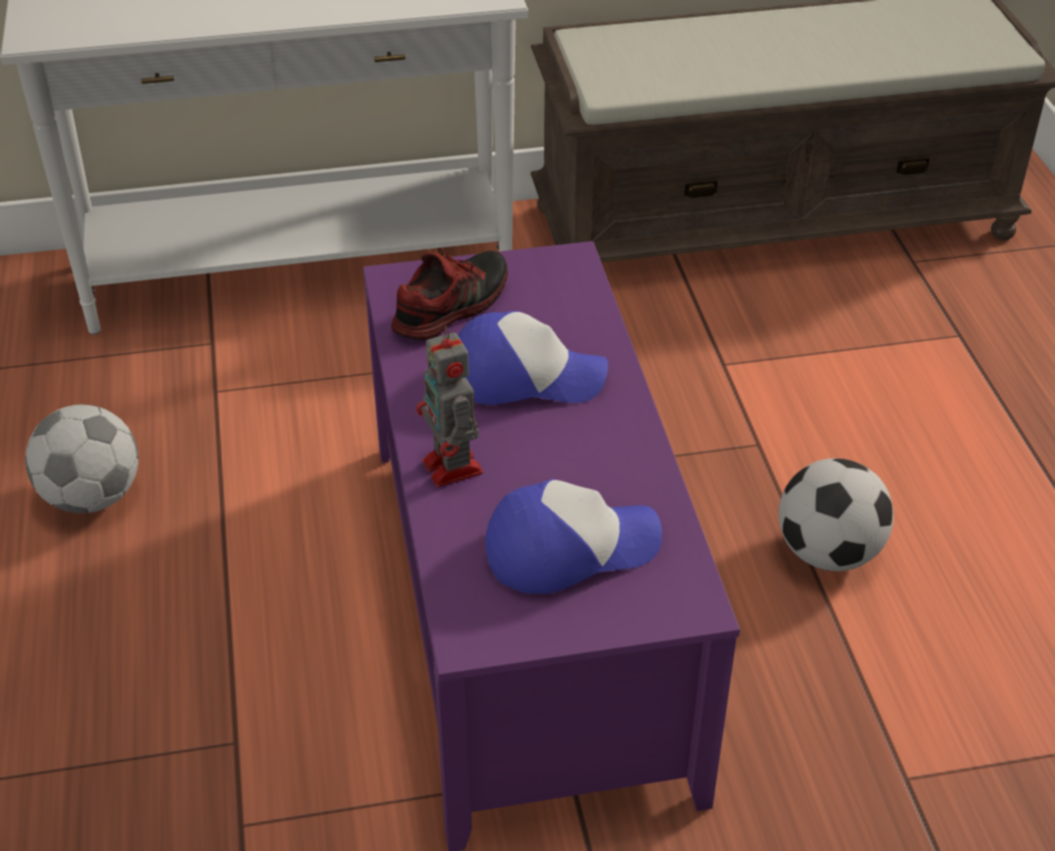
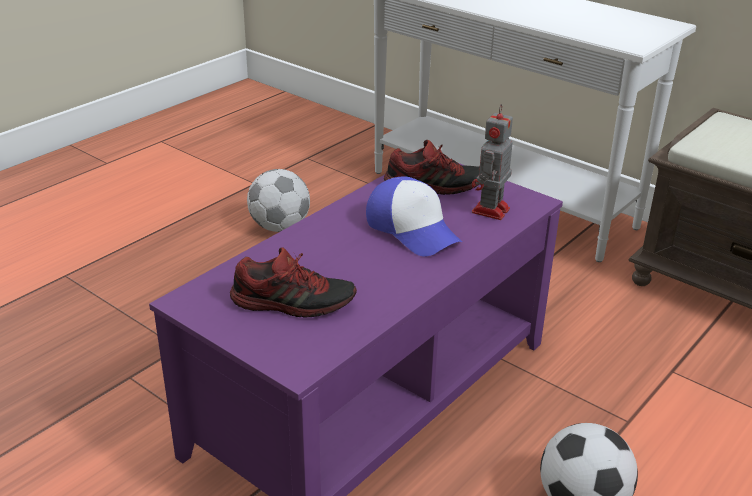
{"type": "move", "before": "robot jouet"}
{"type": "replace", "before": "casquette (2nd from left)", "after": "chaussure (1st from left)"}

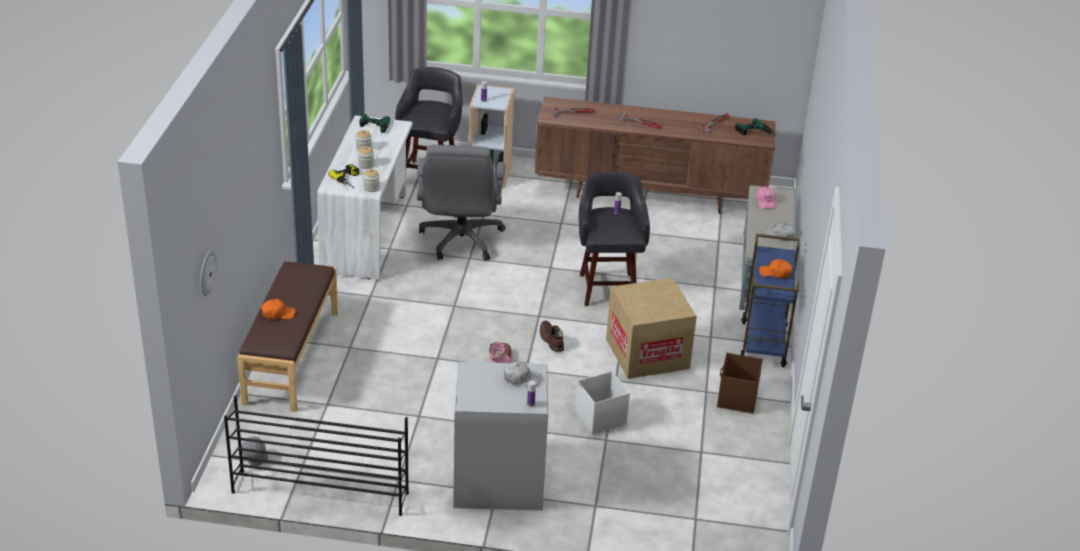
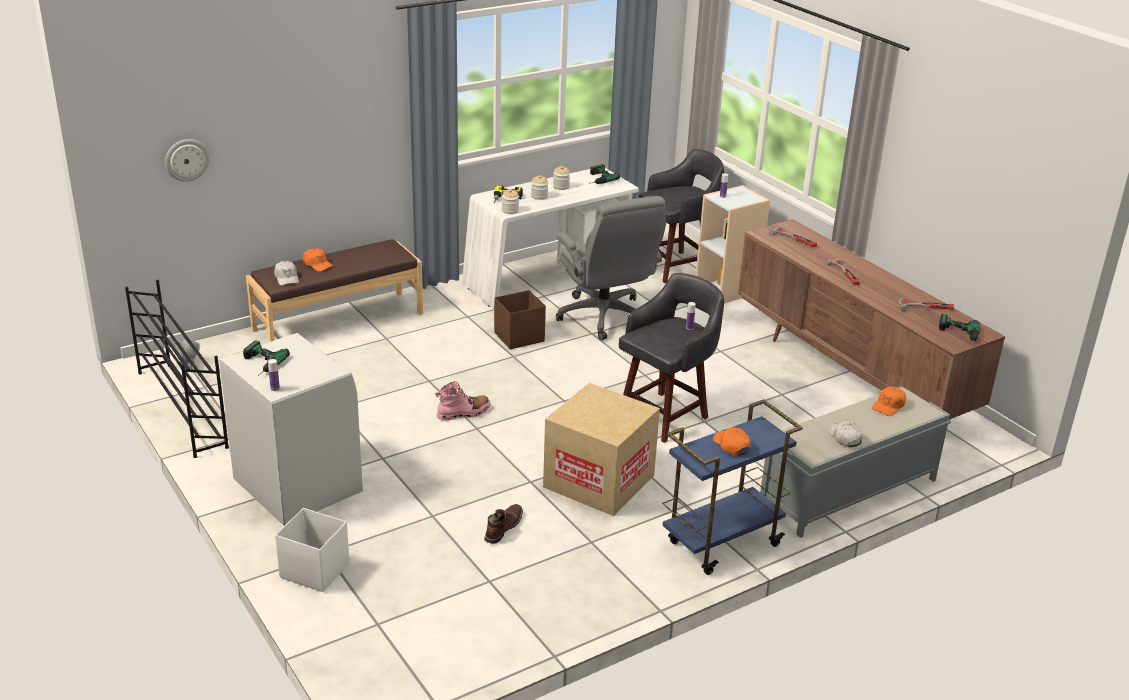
{"type": "rotate", "before": "chaise de bureau (gris)", "turn": -75}
{"type": "recolor", "before": "casquette (rose)", "after": "casquette (orange) (3rd from left)"}
{"type": "move", "before": "botte (marron)"}
{"type": "move", "before": "boîte de rangement (marron)"}
{"type": "move", "before": "casquette (blanc) (1st from left)"}
{"type": "move", "before": "boîte de rangement (blanc)"}
{"type": "insert", "after": "perceuse (1st from left)"}

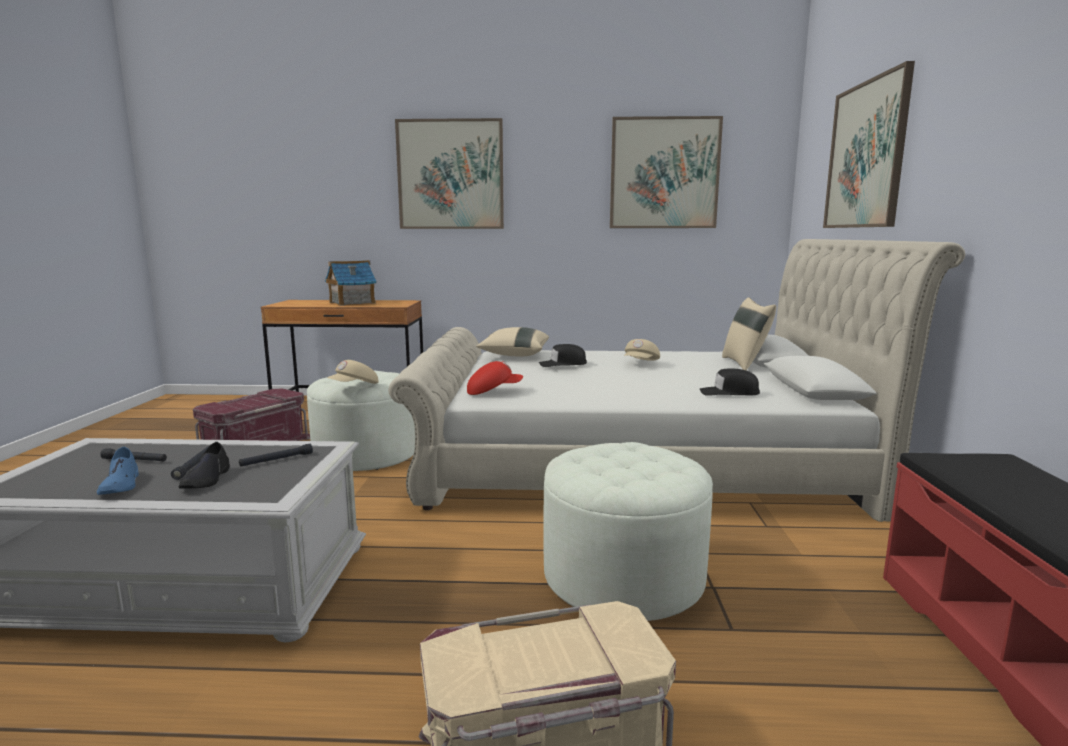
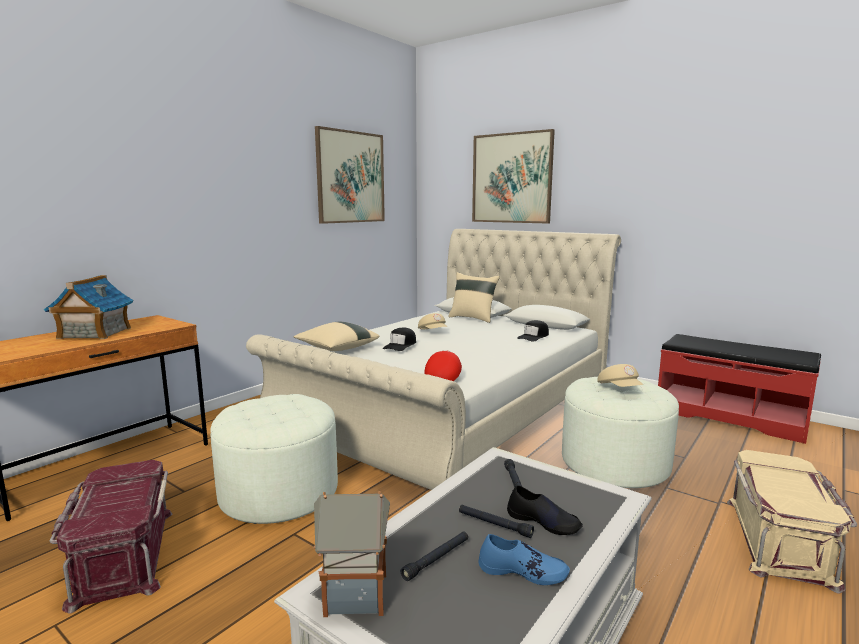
{"type": "delete", "before": "tableau (1st from left)"}
{"type": "move", "before": "casquette (beige) (1st from left in the first image)", "after": "casquette (beige) (2nd from left)"}
{"type": "insert", "after": "maison miniature (2nd from left)"}

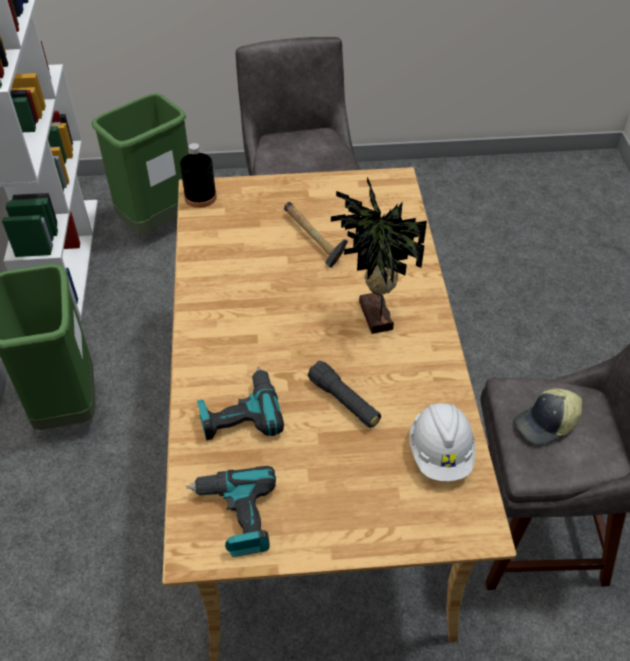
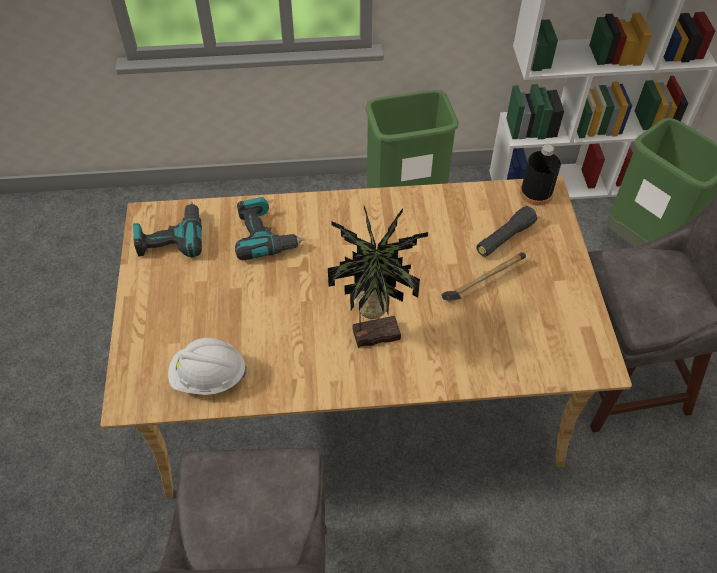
{"type": "move", "before": "lampe de poche (noir)"}
{"type": "delete", "before": "casquette"}

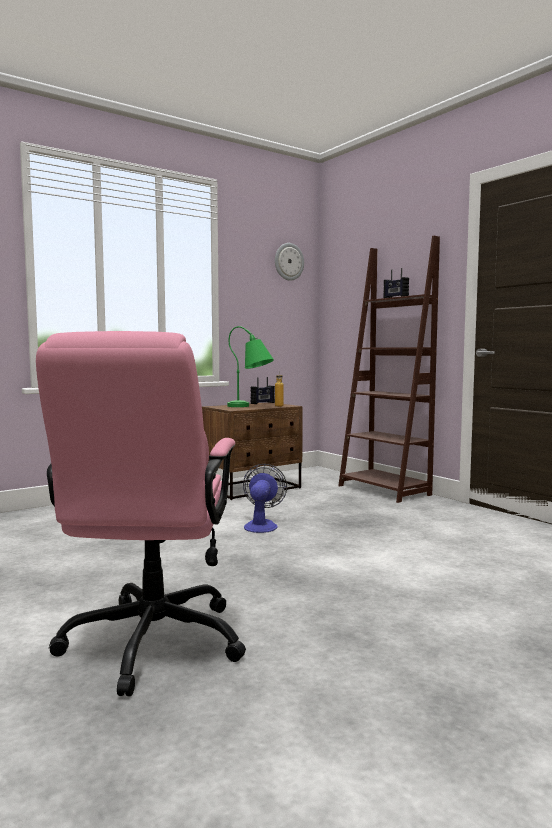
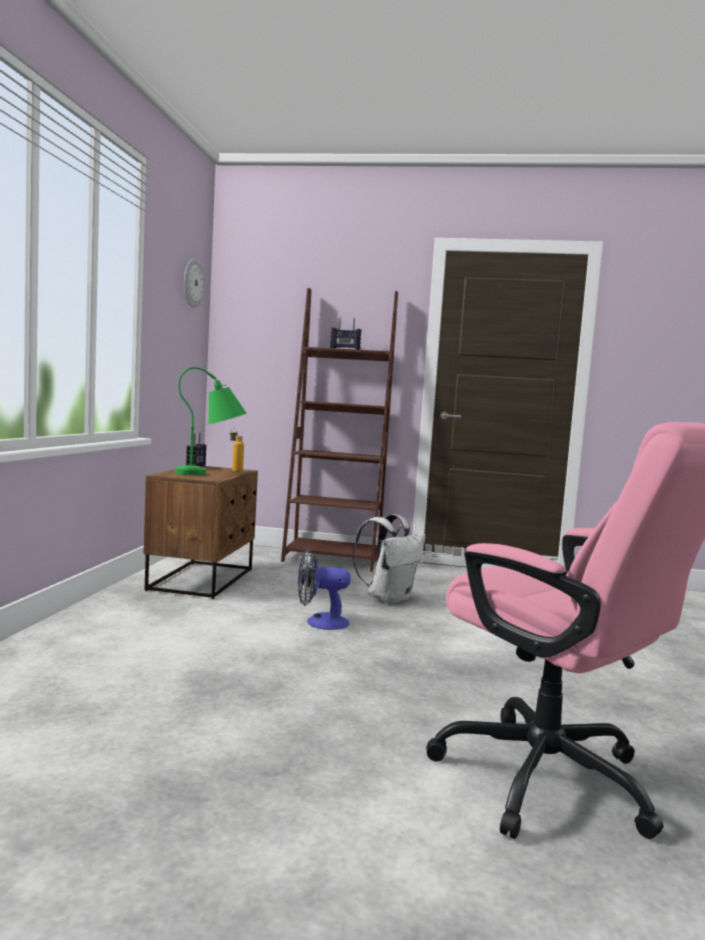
{"type": "rotate", "before": "ventilateur", "turn": -60}
{"type": "insert", "after": "sac à dos (blanc)"}

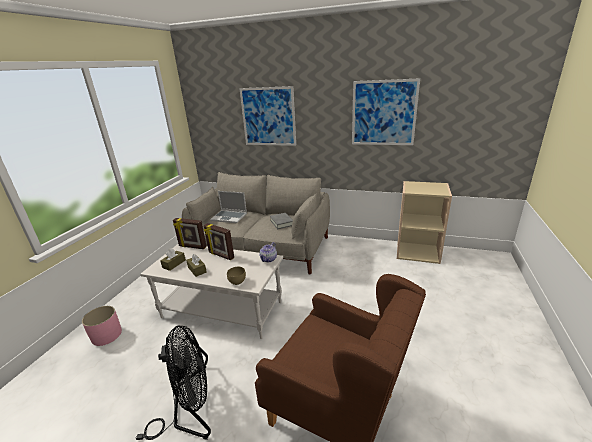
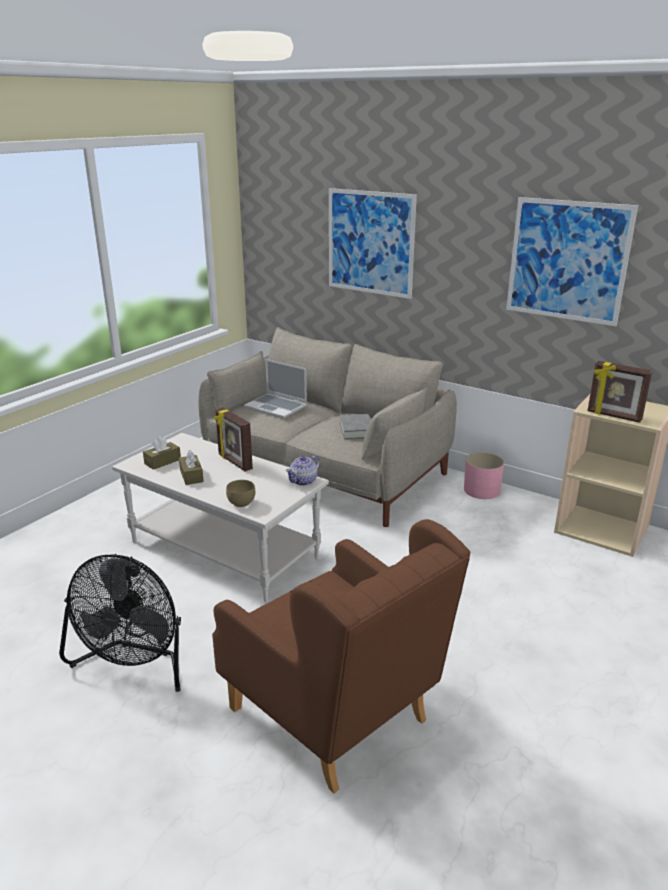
{"type": "move", "before": "cadre photo (1st from left in the first image)", "after": "cadre photo (2nd from left)"}
{"type": "move", "before": "cache-pot (rose)"}
{"type": "rotate", "before": "ventilateur (noir)", "turn": 105}

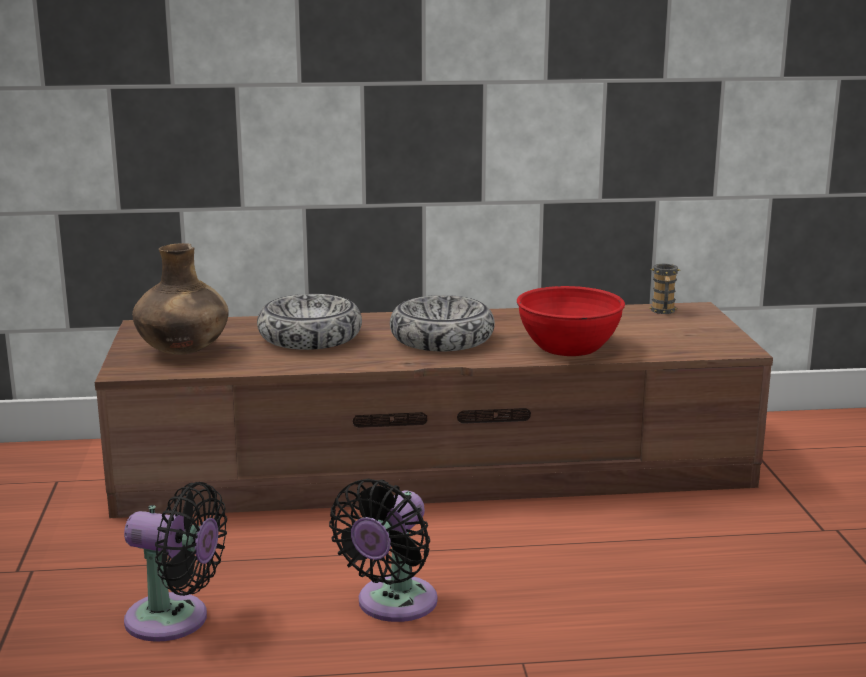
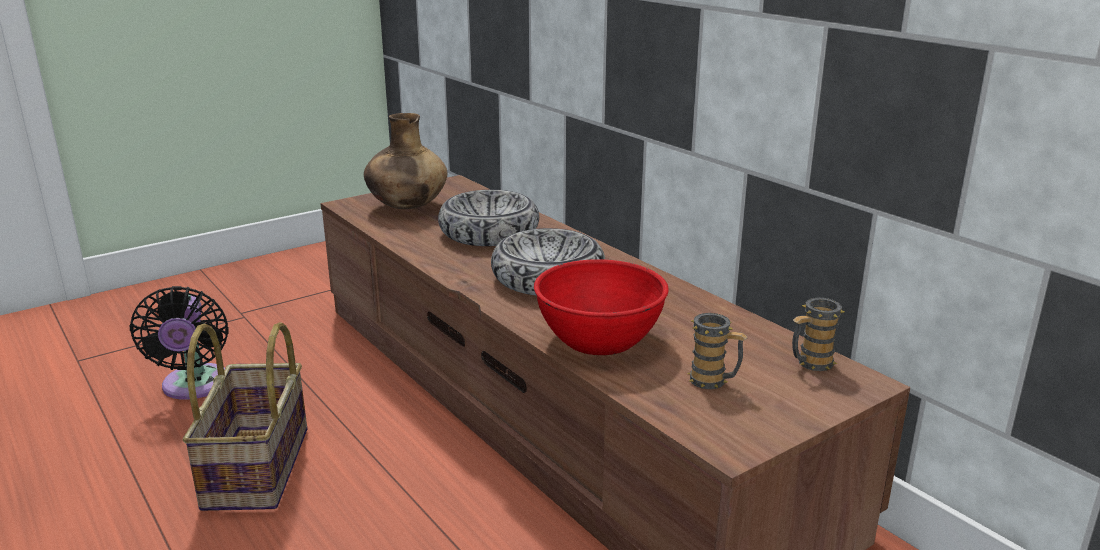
{"type": "replace", "before": "ventilateur (noir) (2nd from left)", "after": "panier"}
{"type": "insert", "after": "mug (1st from left)"}

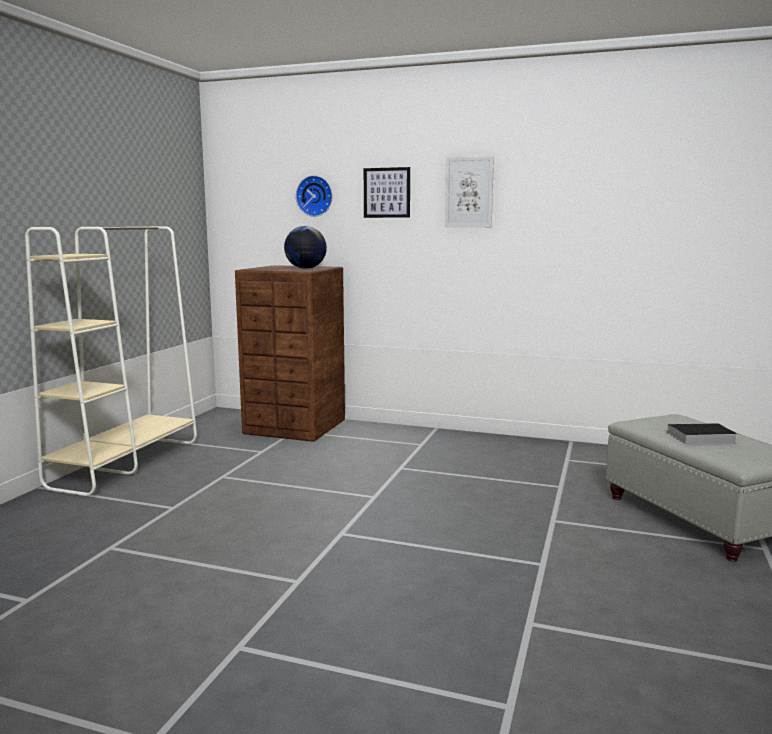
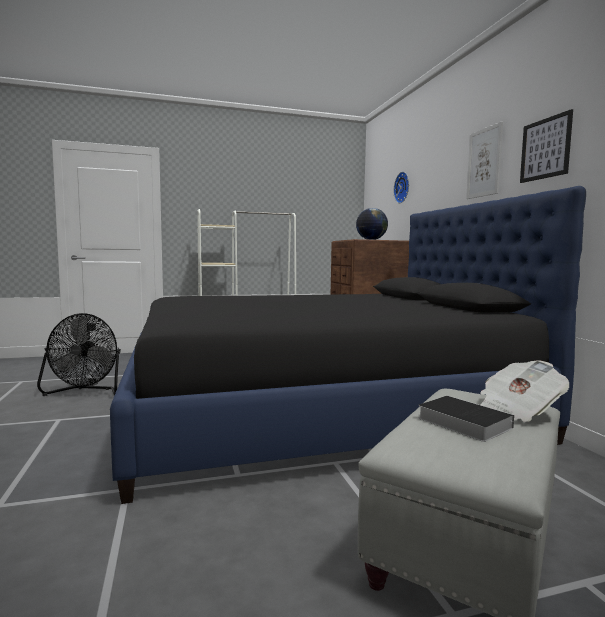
{"type": "move", "before": "tableau (1st from left in the first image)", "after": "tableau (2nd from left)"}
{"type": "insert", "after": "lit (noir)"}
{"type": "insert", "after": "ventilateur (noir)"}
{"type": "insert", "after": "journal"}

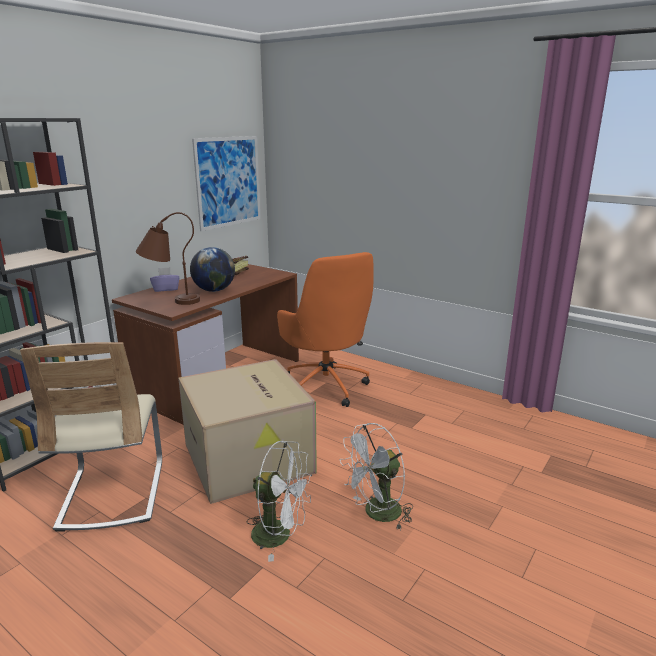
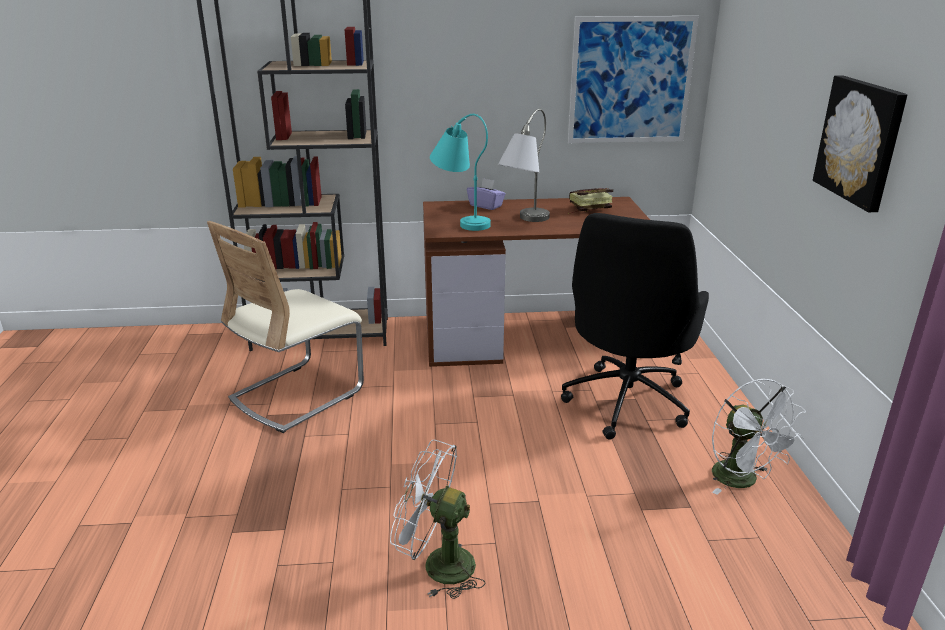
{"type": "recolor", "before": "lampe de table (marron)", "after": "lampe de table (turquoise)"}
{"type": "replace", "before": "globe", "after": "lampe de table (gris)"}
{"type": "recolor", "before": "chaise de bureau (orange)", "after": "chaise de bureau (noir)"}
{"type": "delete", "before": "carton"}
{"type": "move", "before": "ventilateur (blanc) (1st from left in the first image)", "after": "ventilateur (blanc) (2nd from left)"}
{"type": "insert", "after": "tableau (2nd from left)"}

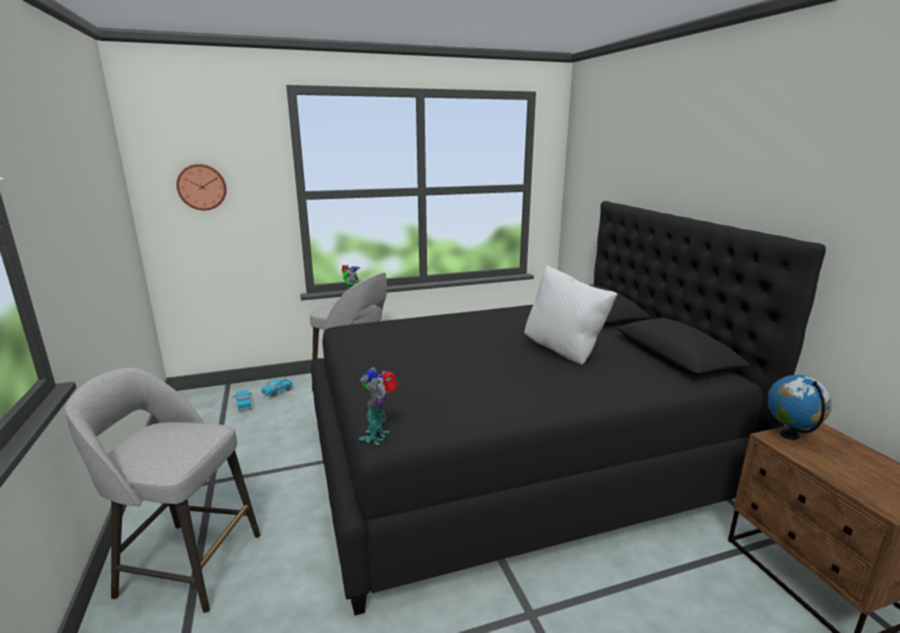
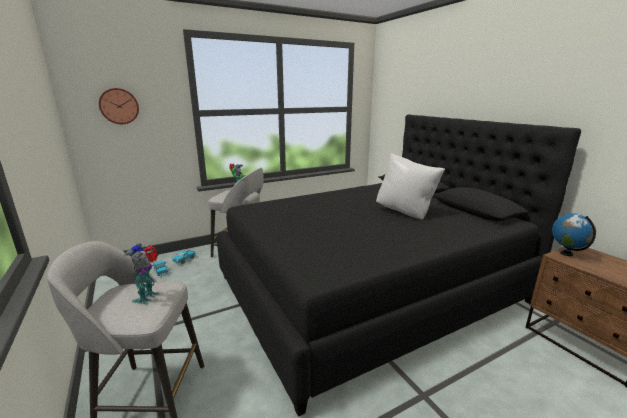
{"type": "move", "before": "robot jouet (2nd from left in the first image)", "after": "robot jouet (1st from left)"}

